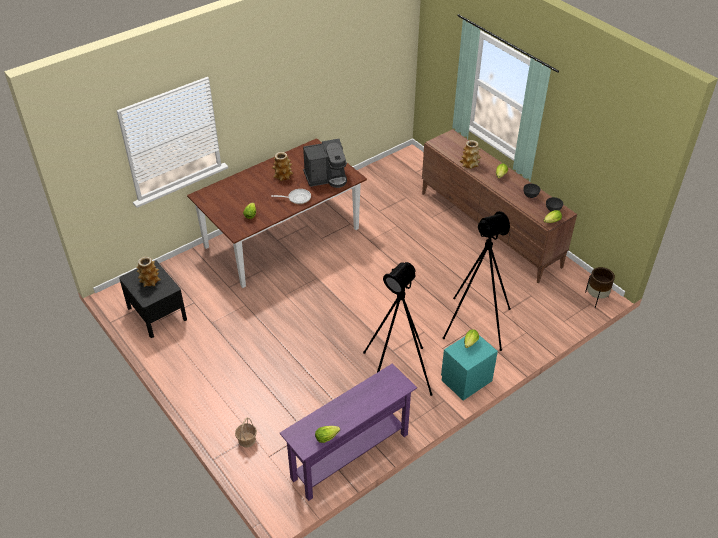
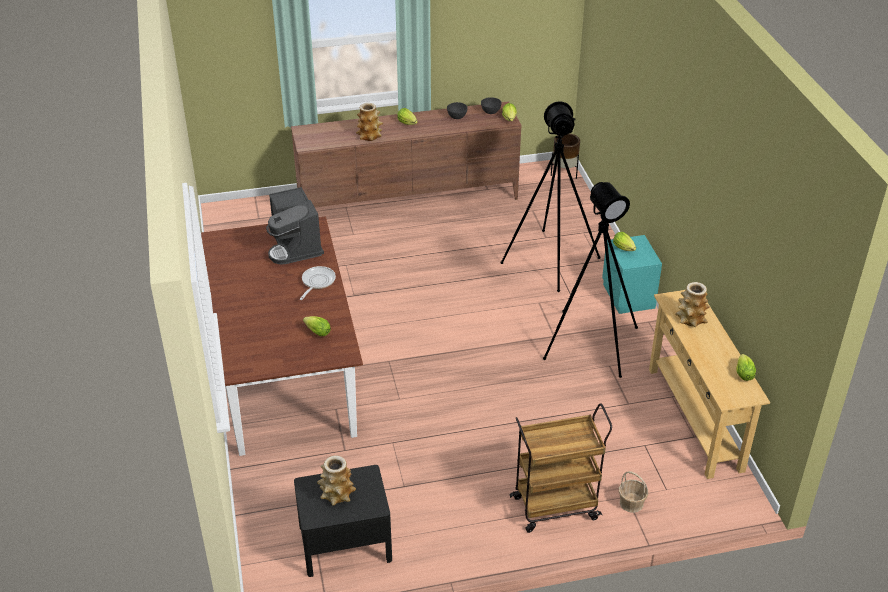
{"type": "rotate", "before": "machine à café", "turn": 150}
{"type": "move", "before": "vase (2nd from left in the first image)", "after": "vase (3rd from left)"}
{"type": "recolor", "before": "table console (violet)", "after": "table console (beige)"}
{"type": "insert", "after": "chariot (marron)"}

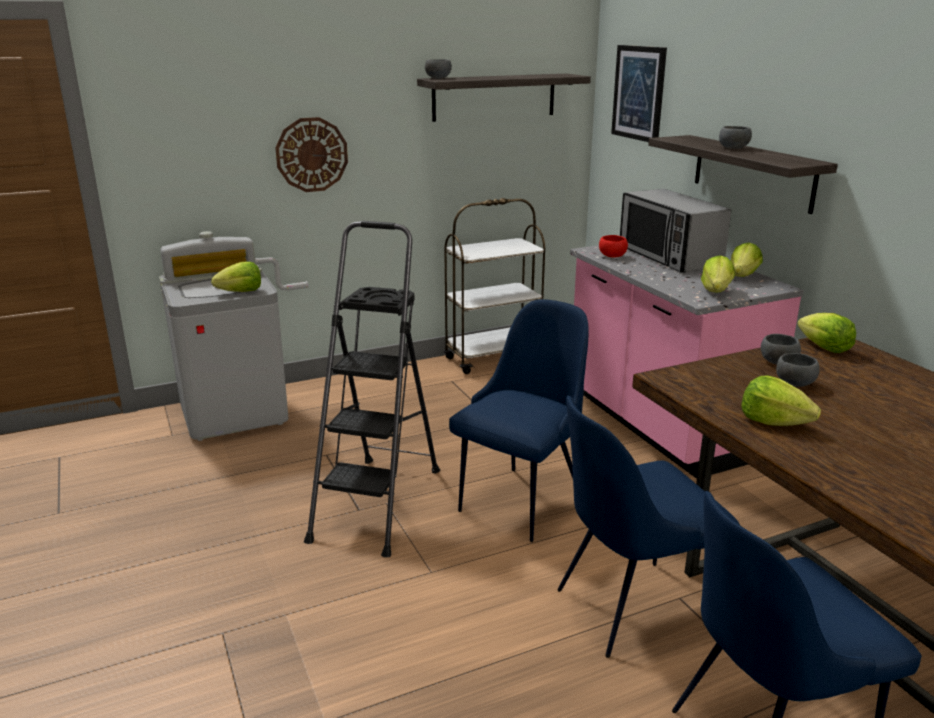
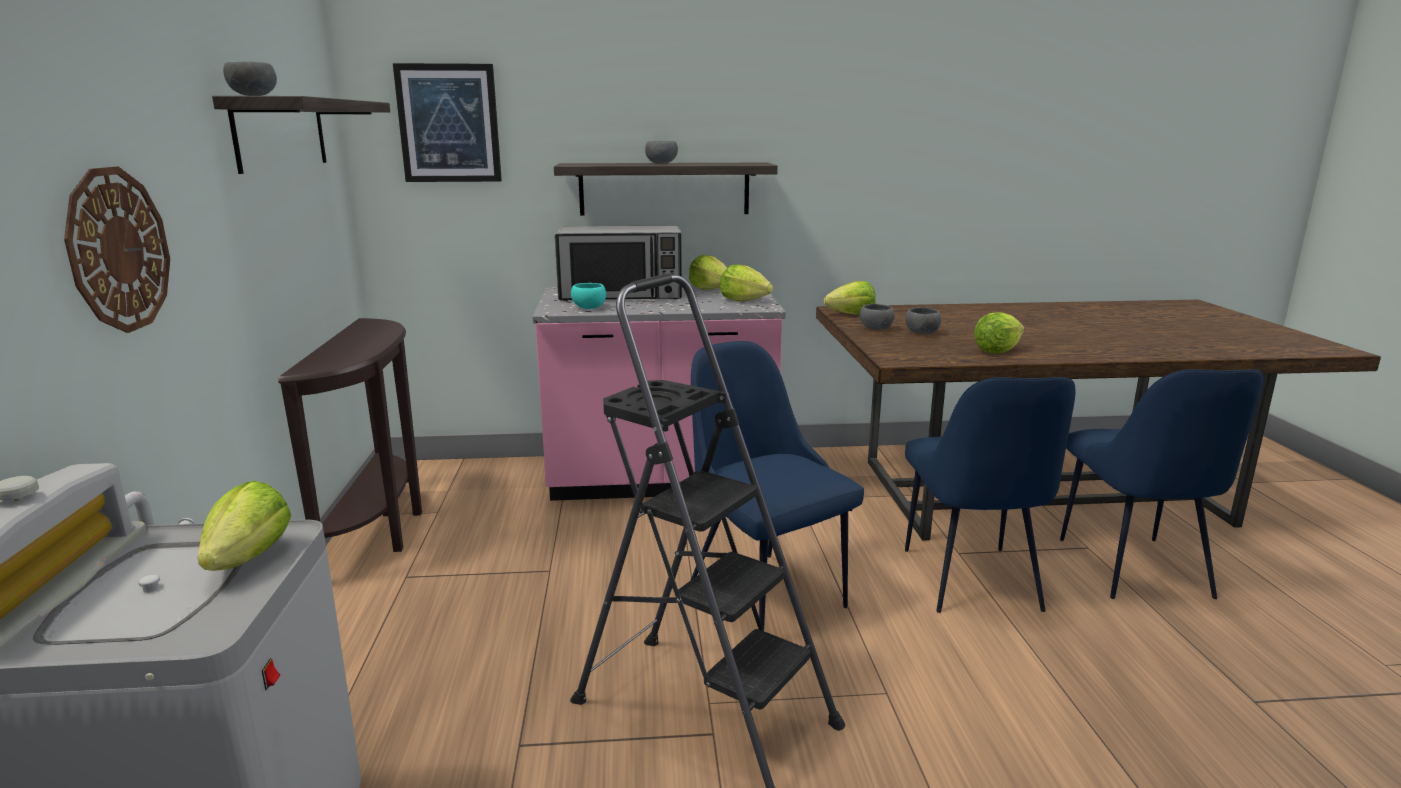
{"type": "replace", "before": "chariot (blanc)", "after": "table console (marron)"}
{"type": "recolor", "before": "bol (rouge)", "after": "bol (turquoise)"}

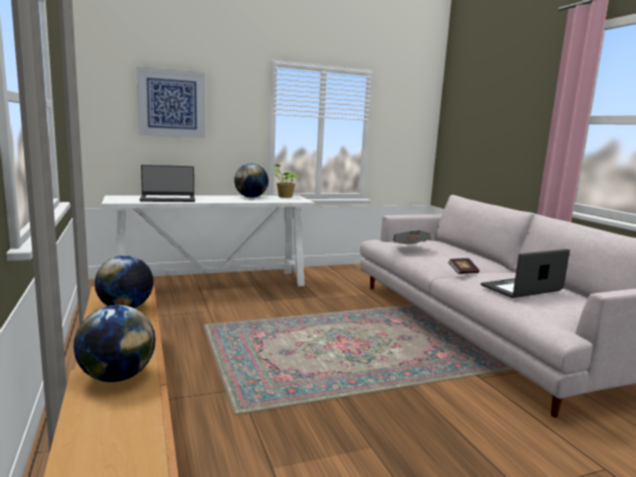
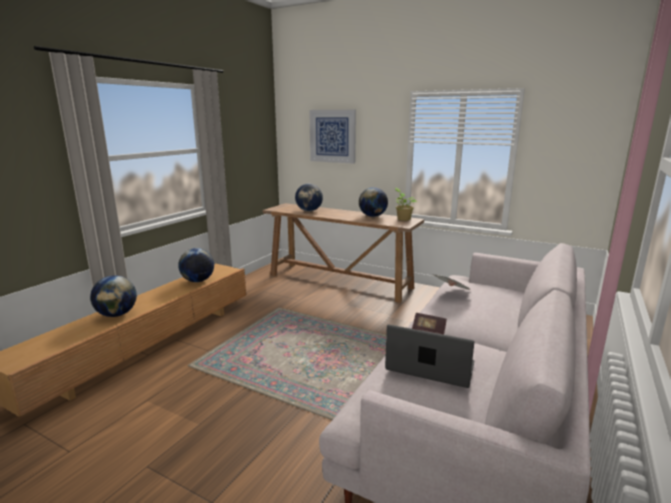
{"type": "replace", "before": "ordinateur portable (1st from left)", "after": "globe (3rd from left)"}
{"type": "recolor", "before": "table console (blanc)", "after": "table console (marron)"}

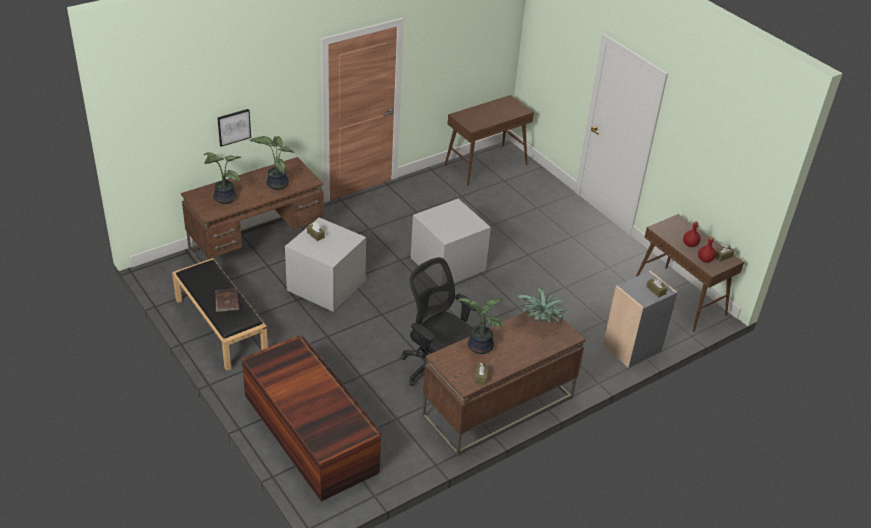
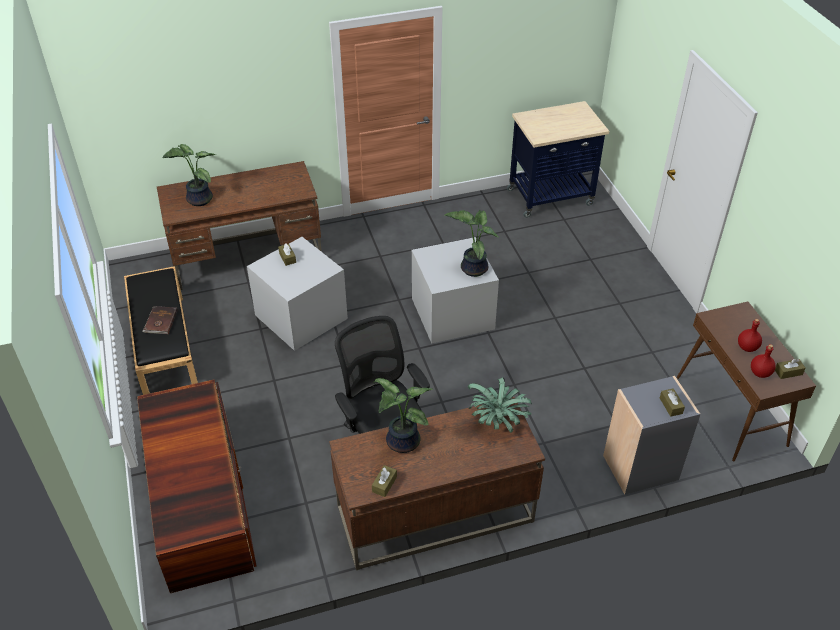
{"type": "replace", "before": "table console (marron) (1st from left)", "after": "chariot (bleu)"}
{"type": "delete", "before": "tableau"}
{"type": "move", "before": "plante en pot (2nd from left in the first image)", "after": "plante en pot (3rd from left)"}

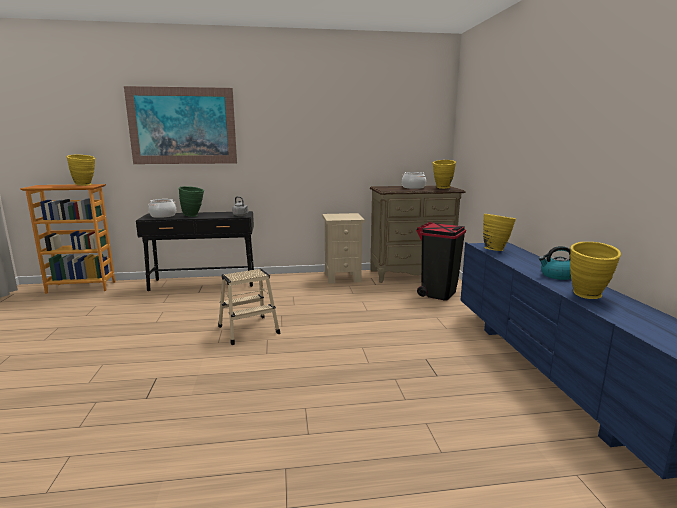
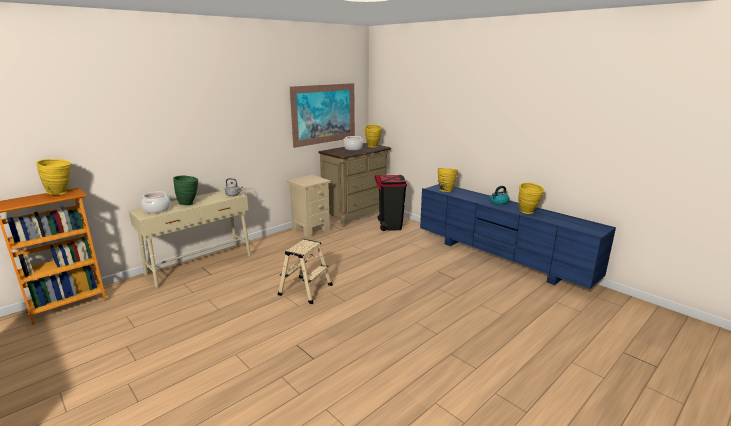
{"type": "move", "before": "tableau"}
{"type": "recolor", "before": "table console (noir)", "after": "table console (beige)"}

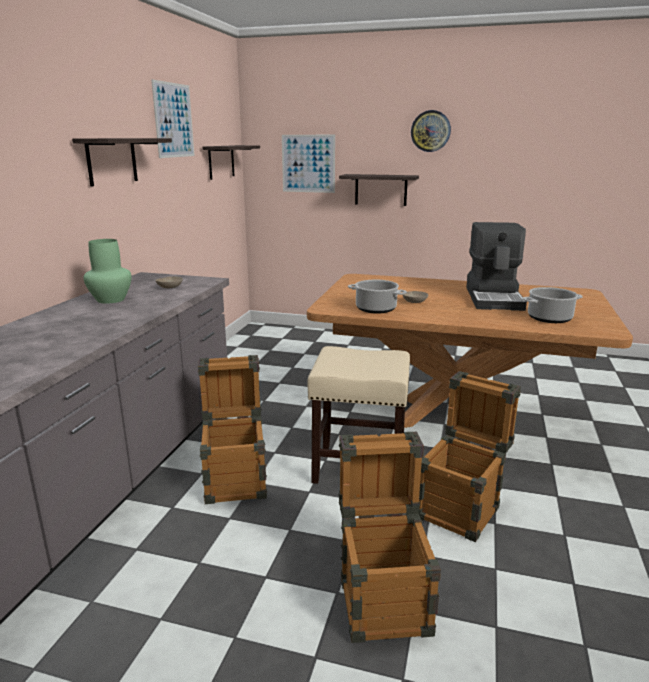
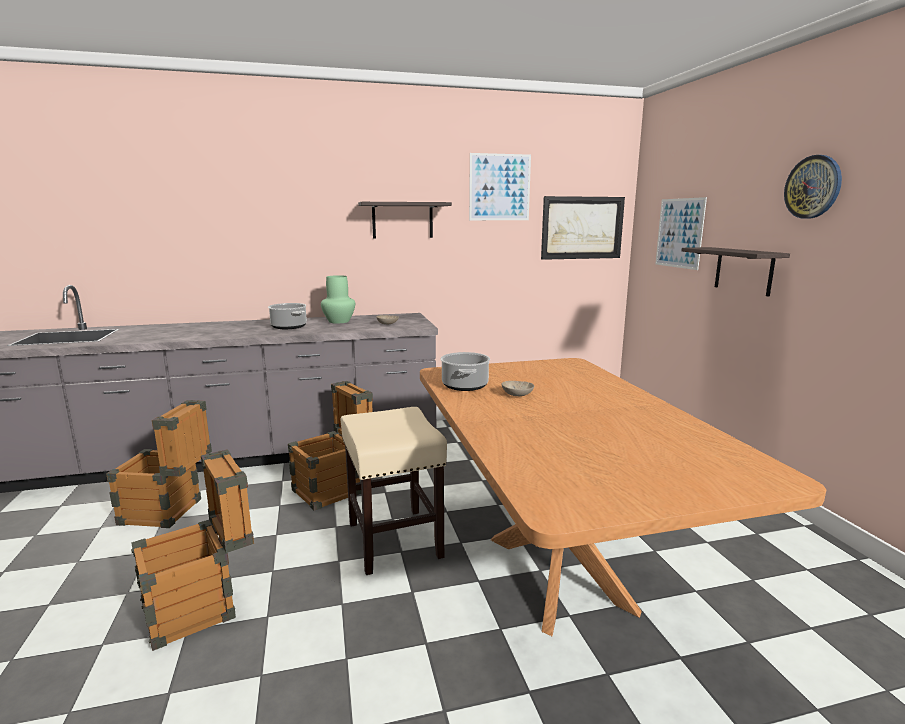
{"type": "replace", "before": "étagère (2nd from left)", "after": "tableau (2nd from left)"}
{"type": "delete", "before": "machine à café"}
{"type": "move", "before": "marmite (2nd from left in the first image)", "after": "marmite (1st from left)"}
{"type": "move", "before": "caisse (3rd from left in the first image)", "after": "caisse (1st from left)"}

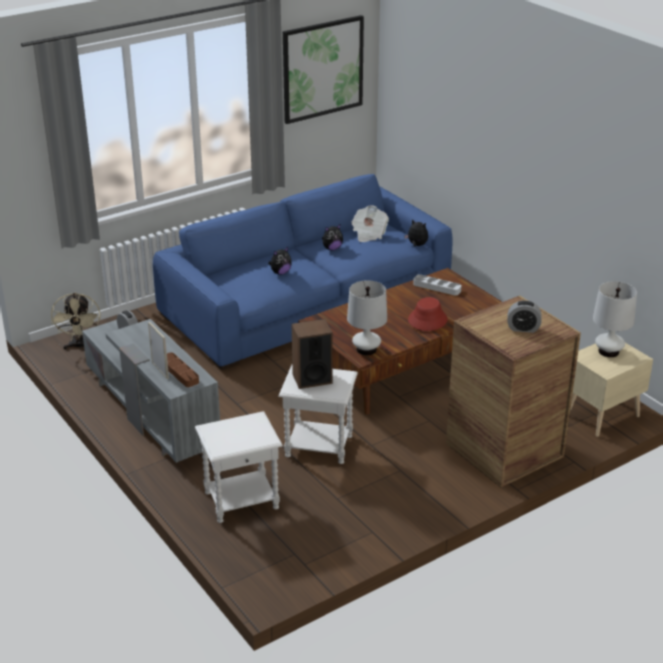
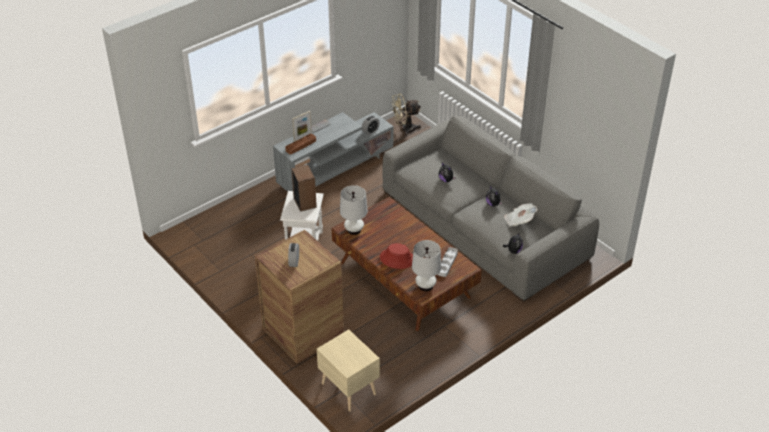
{"type": "delete", "before": "tableau"}
{"type": "recolor", "before": "canapé (bleu)", "after": "canapé (gris)"}
{"type": "move", "before": "lampe de table (blanc) (2nd from left)"}
{"type": "delete", "before": "table d'appoint (blanc) (1st from left)"}

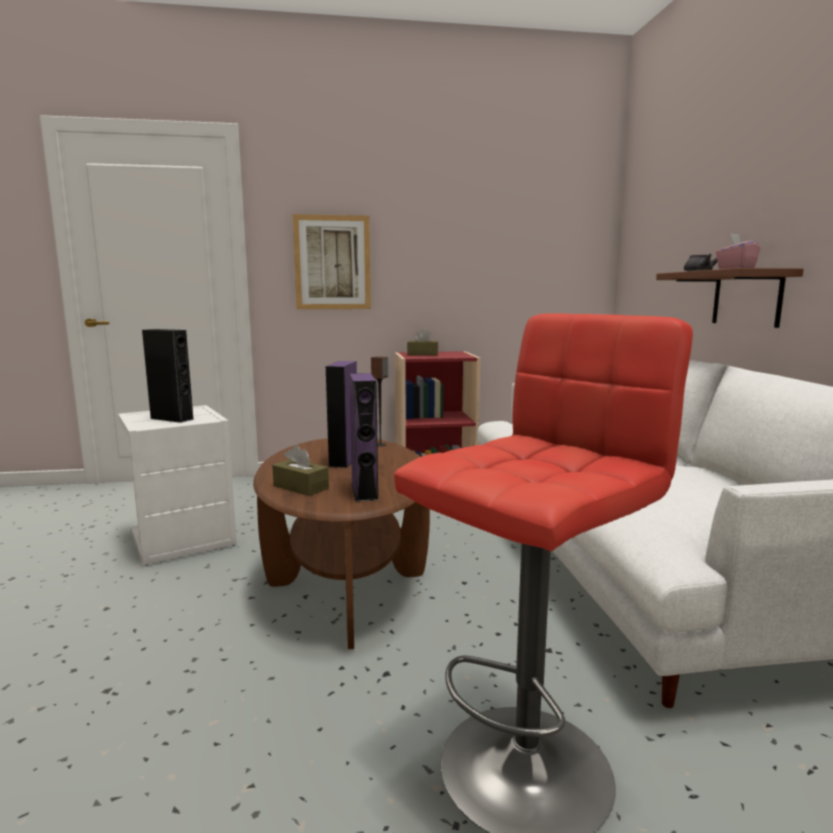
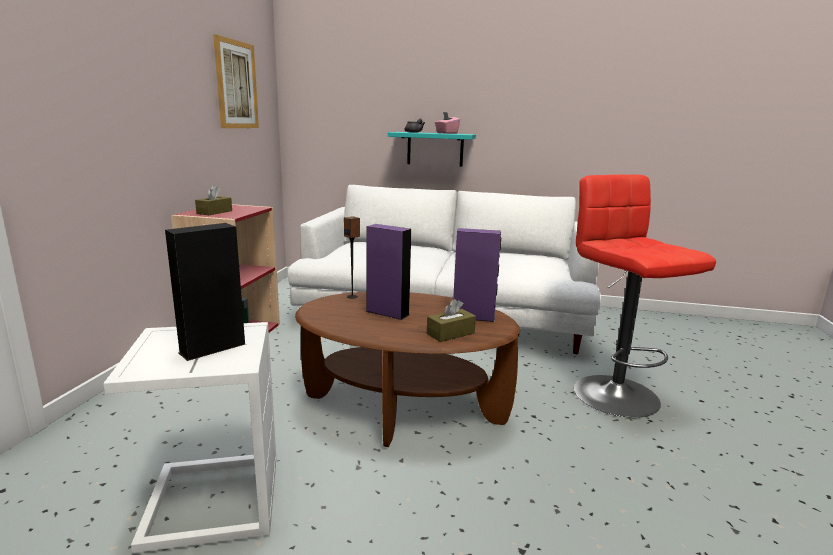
{"type": "move", "before": "tableau"}
{"type": "recolor", "before": "étagère (marron)", "after": "étagère (turquoise)"}

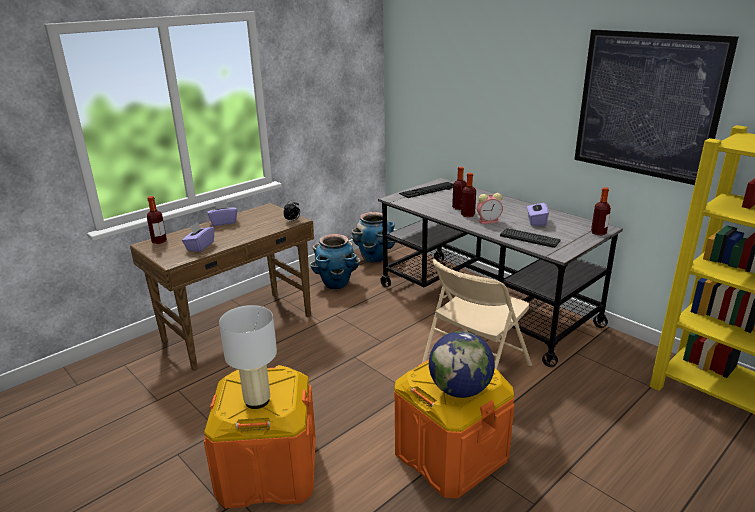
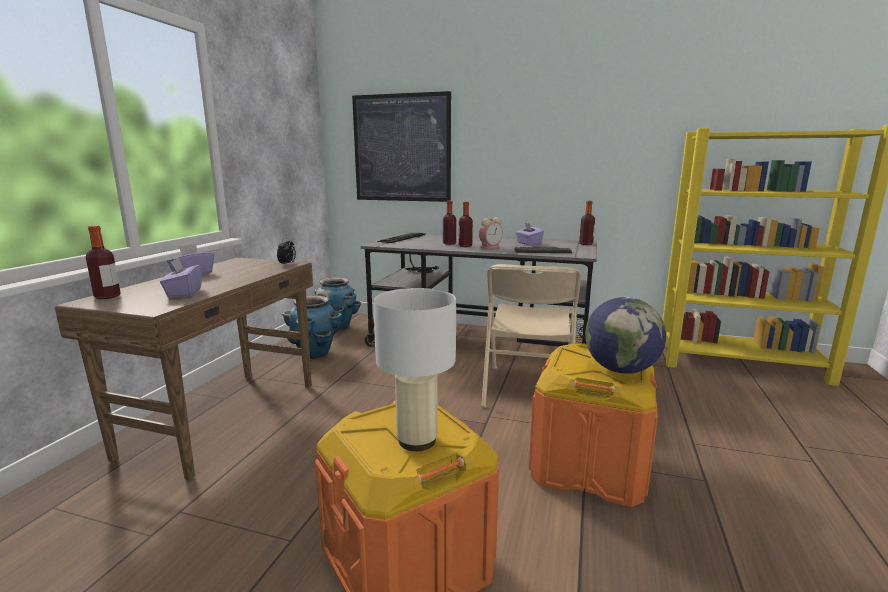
{"type": "move", "before": "tableau"}

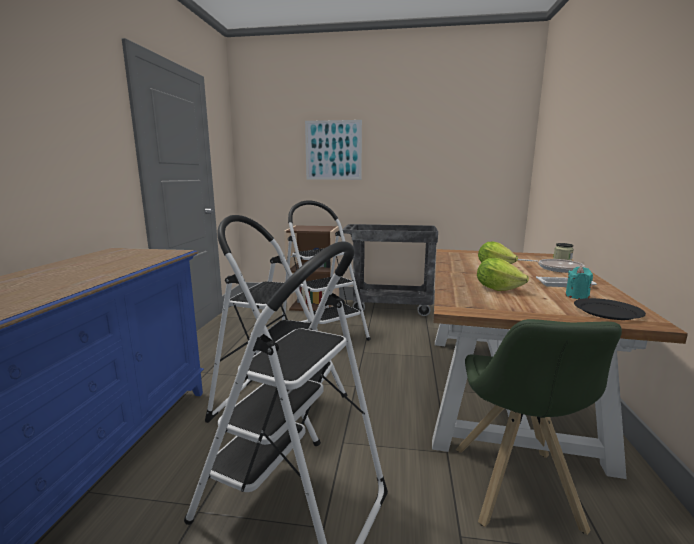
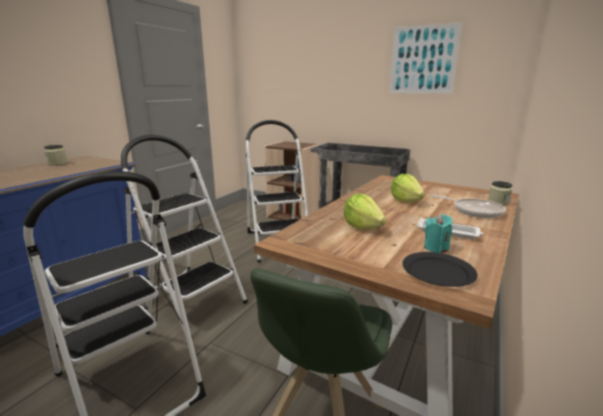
{"type": "move", "before": "tableau"}
{"type": "insert", "after": "bocal (1st from left)"}

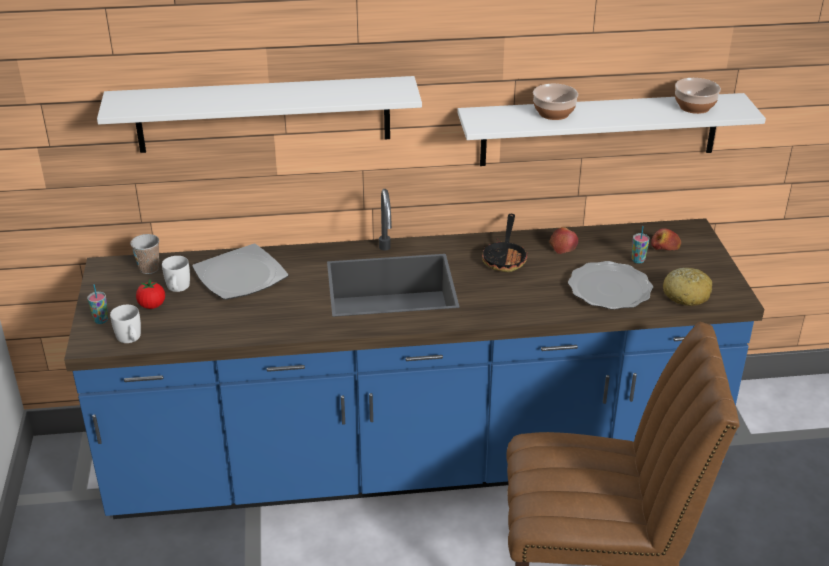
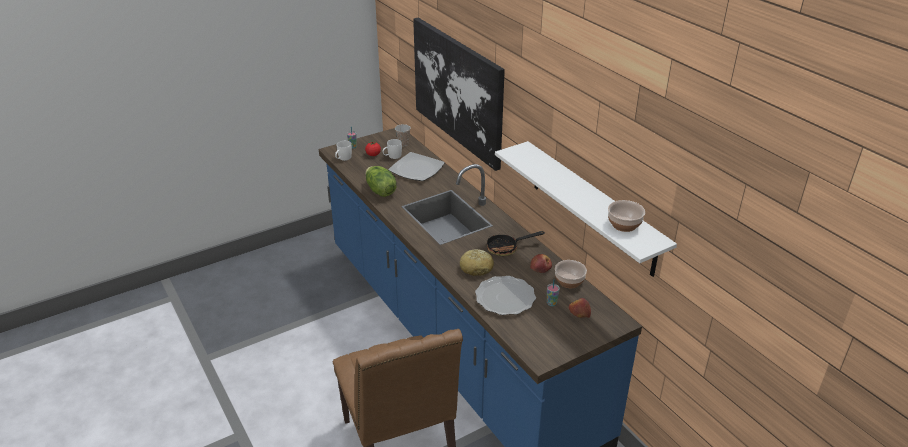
{"type": "replace", "before": "étagère (blanc) (1st from left)", "after": "tableau"}
{"type": "move", "before": "bol (1st from left)"}
{"type": "move", "before": "pain"}
{"type": "insert", "after": "laitue"}

